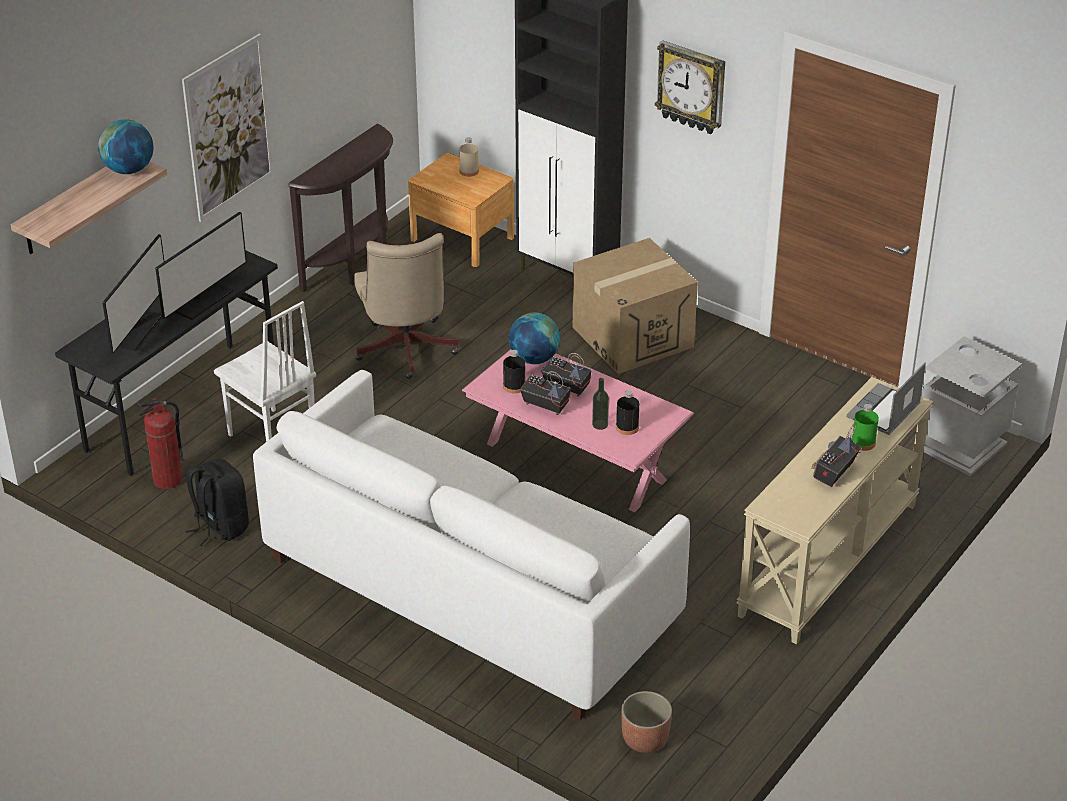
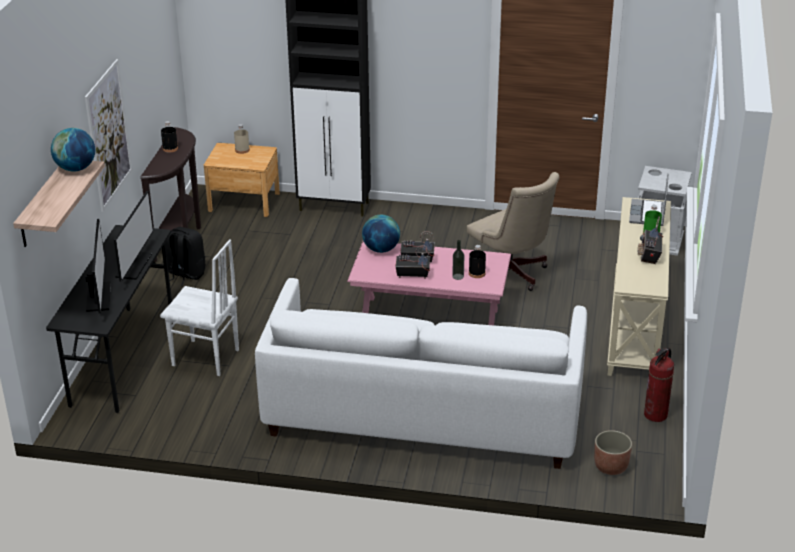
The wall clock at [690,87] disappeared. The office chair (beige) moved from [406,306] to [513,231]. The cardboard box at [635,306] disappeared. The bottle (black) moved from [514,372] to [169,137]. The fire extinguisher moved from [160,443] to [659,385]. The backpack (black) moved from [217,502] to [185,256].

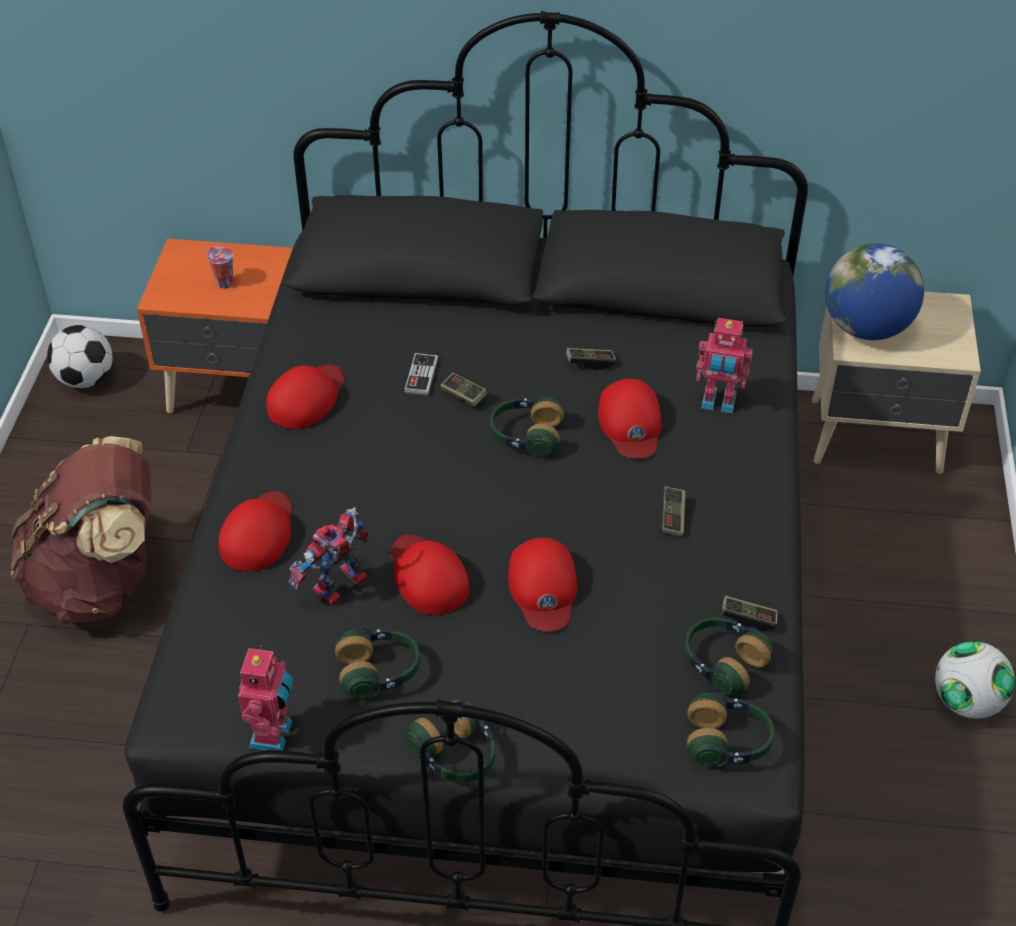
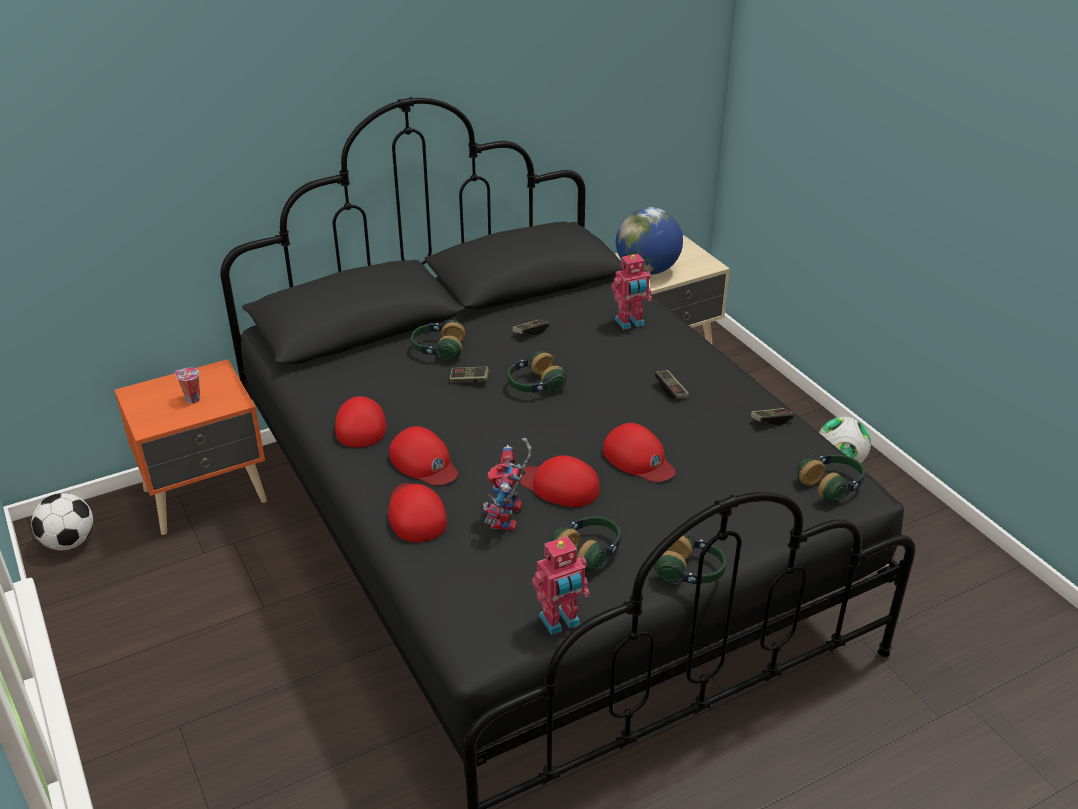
The game controller at [421,374] disappeared. The cap (red) moved from [630,419] to [423,456]. The backpack (brown) at [81,530] disappeared. The headphones moved from [729,656] to [438,339]. The toy robot at [265,697] turned 90 degrees clockwise.

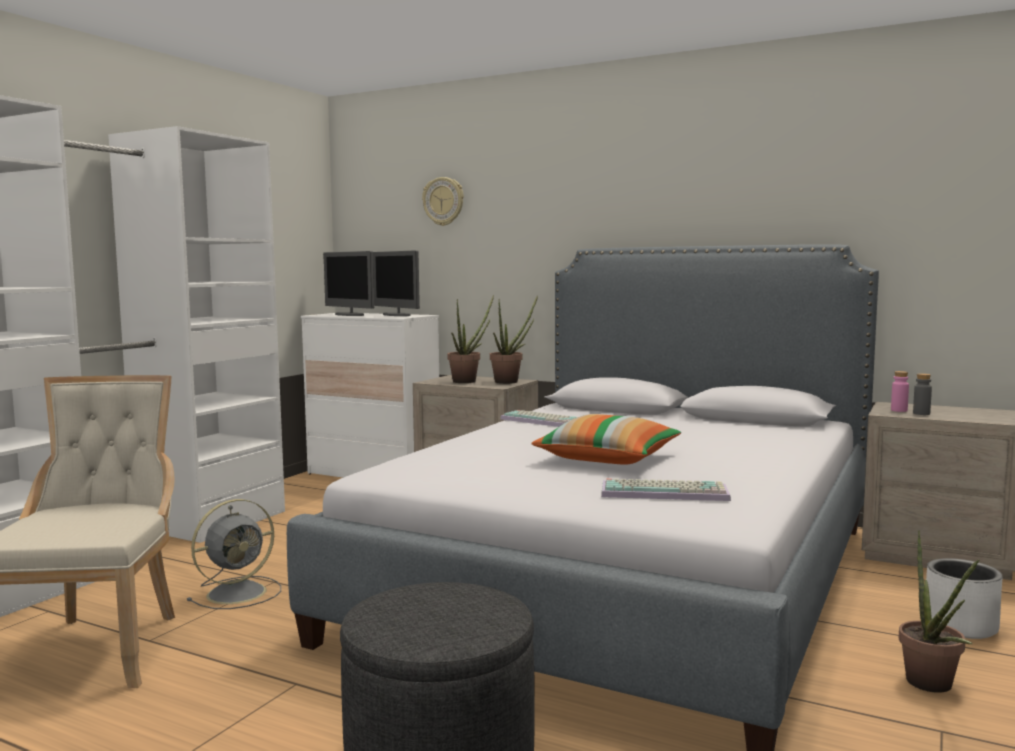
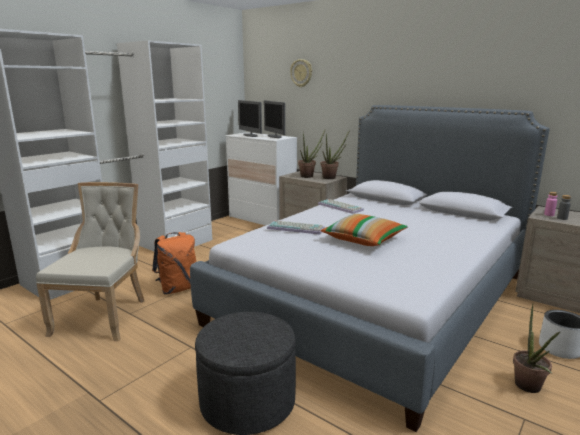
The keyboard moved from [666,489] to [296,227]. The fan (grey) at [234,554] was replaced by the backpack (orange) at [174,263].

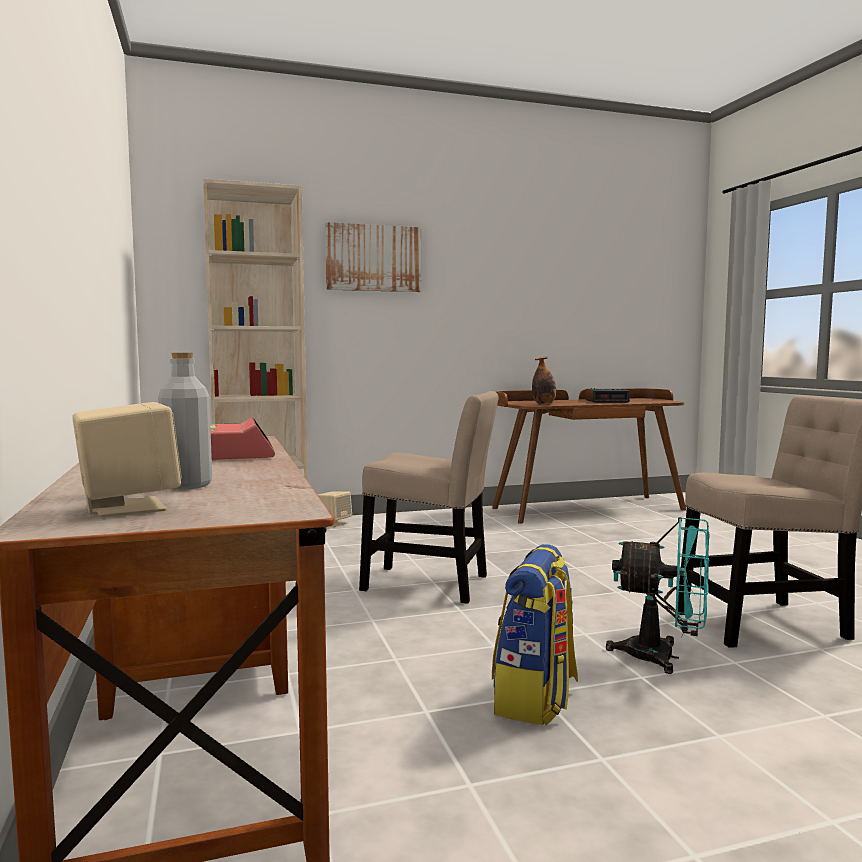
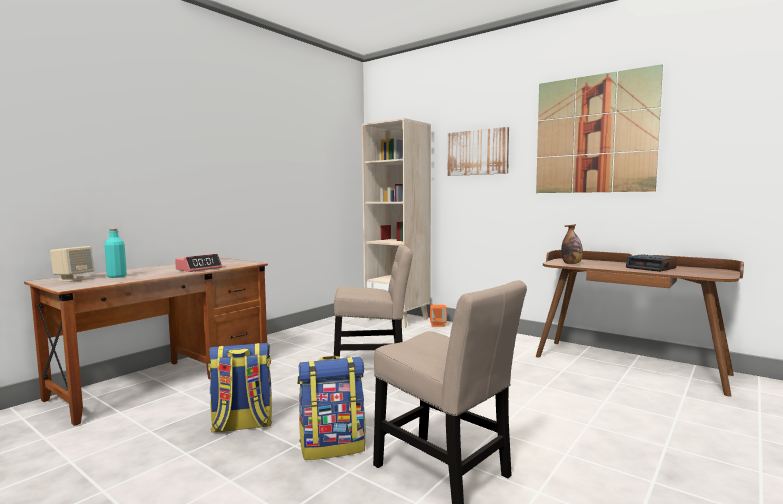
The bottle (grey) at [185,421] became the bottle (turquoise) at [115,253]. The chair (beige) at [429,497] turned 75 degrees counterclockwise. The speaker (beige) at [335,509] became the speaker (orange) at [438,316]. The fan (turquoise) at [658,595] was replaced by the backpack at [331,408]. The picture at [599,128] appeared.

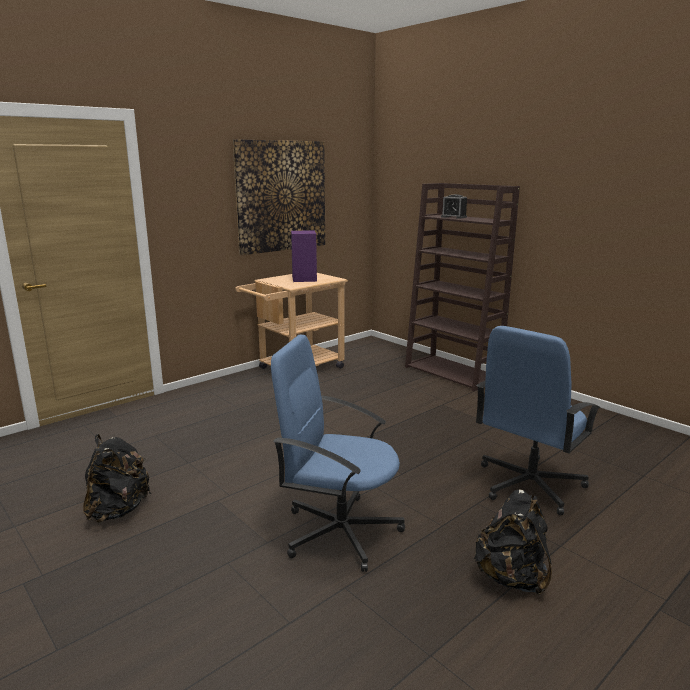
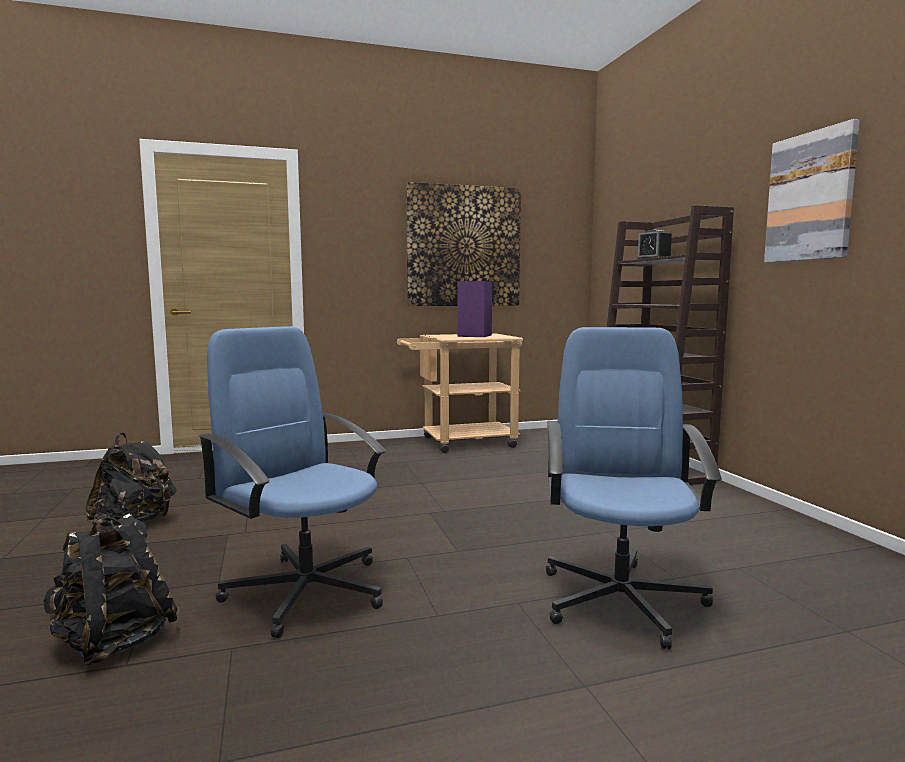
The office chair (blue) at [538,420] turned 120 degrees clockwise. The backpack (black) moved from [513,542] to [111,590]. The picture at [812,191] appeared.

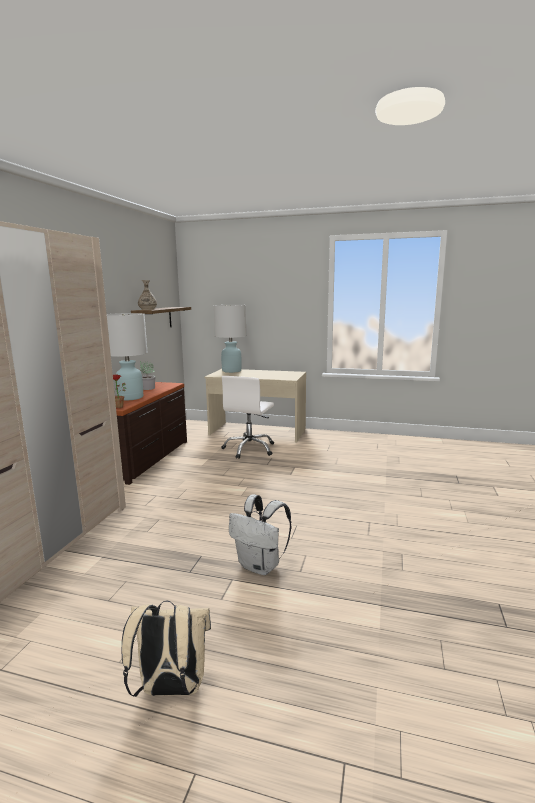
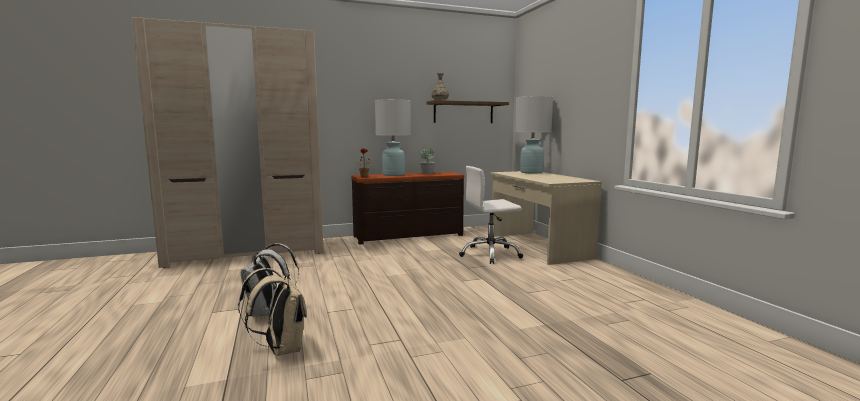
The backpack (beige) moved from [166,649] to [272,312].

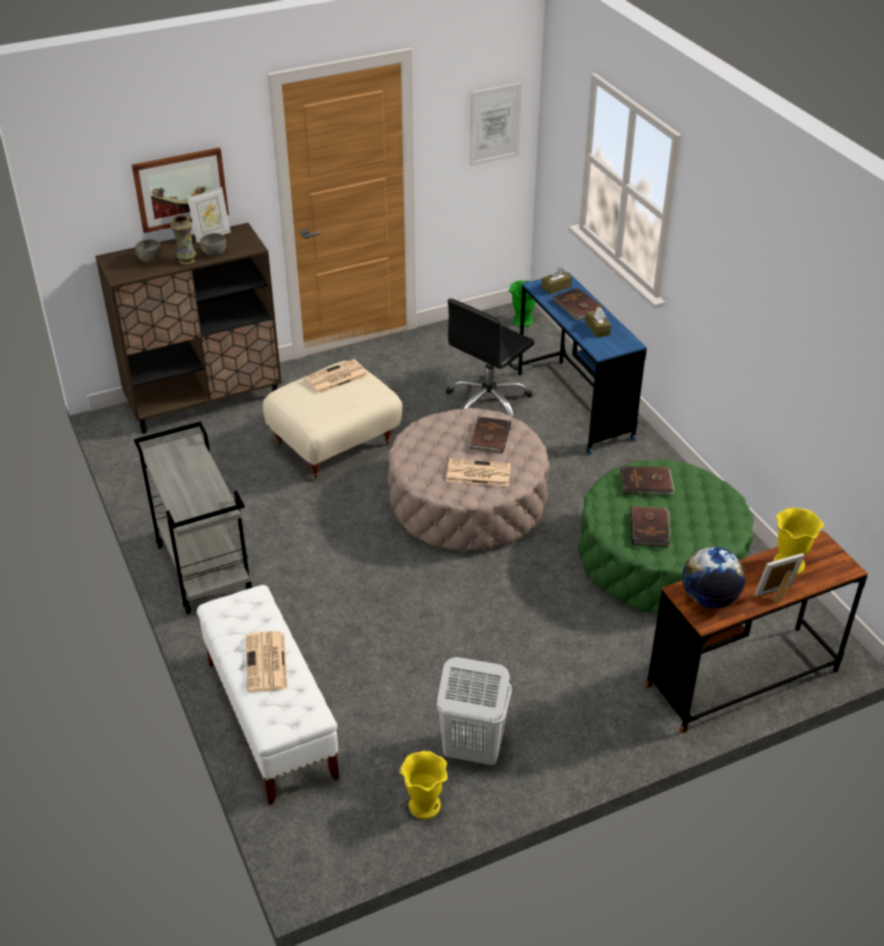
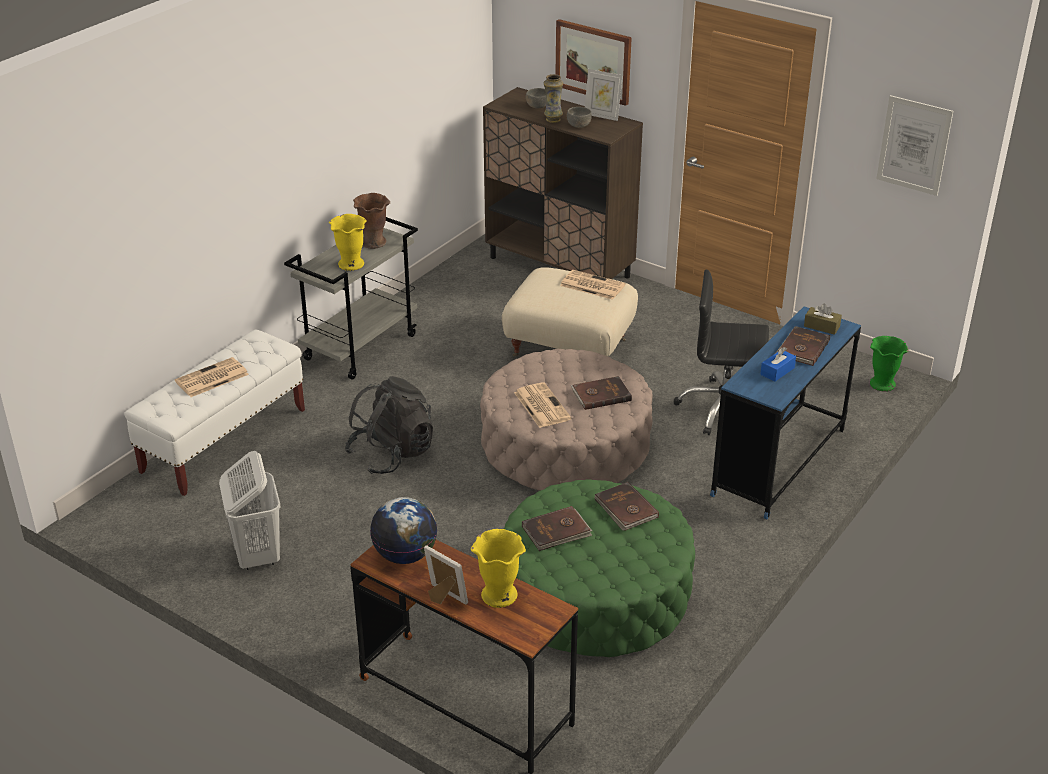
The tissue box (brown) at [598,322] became the tissue box (blue) at [778,364]. The vase (yellow) moved from [423,785] to [348,242]. The vase (brown) at [371,221] appeared. The backpack (black) at [389,425] appeared.

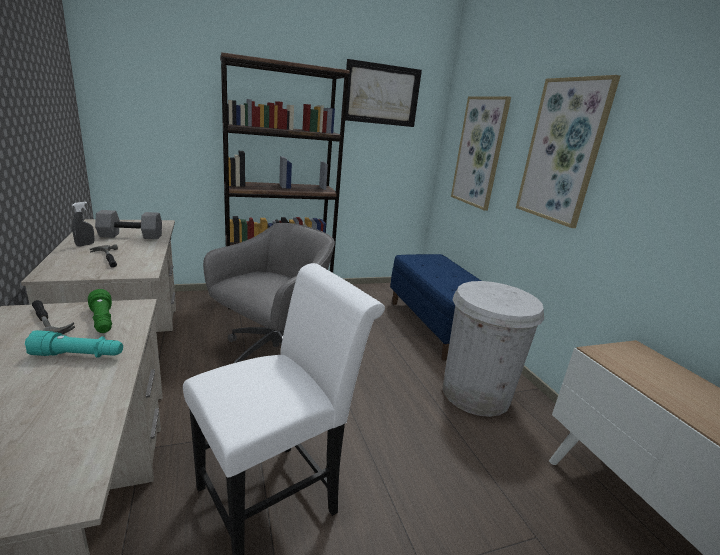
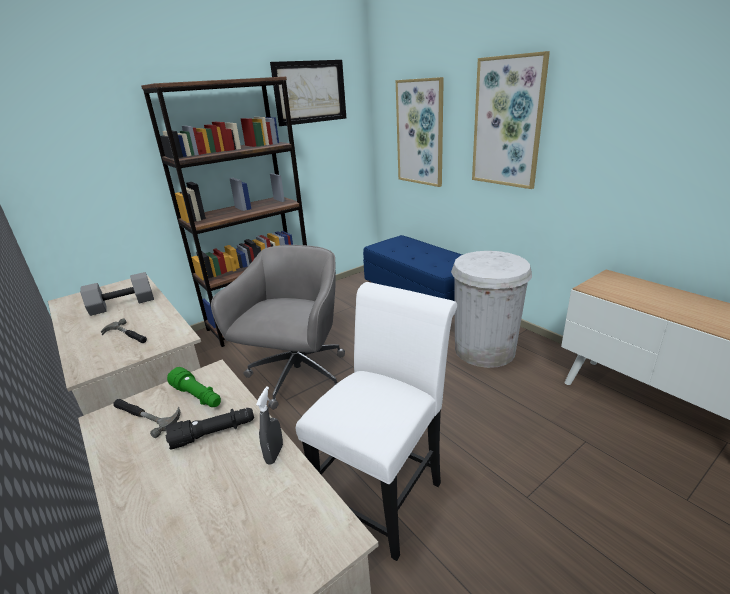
The spray bottle (grey) moved from [83,224] to [269,425]. The flashlight (turquoise) at [74,344] became the flashlight (black) at [209,429].

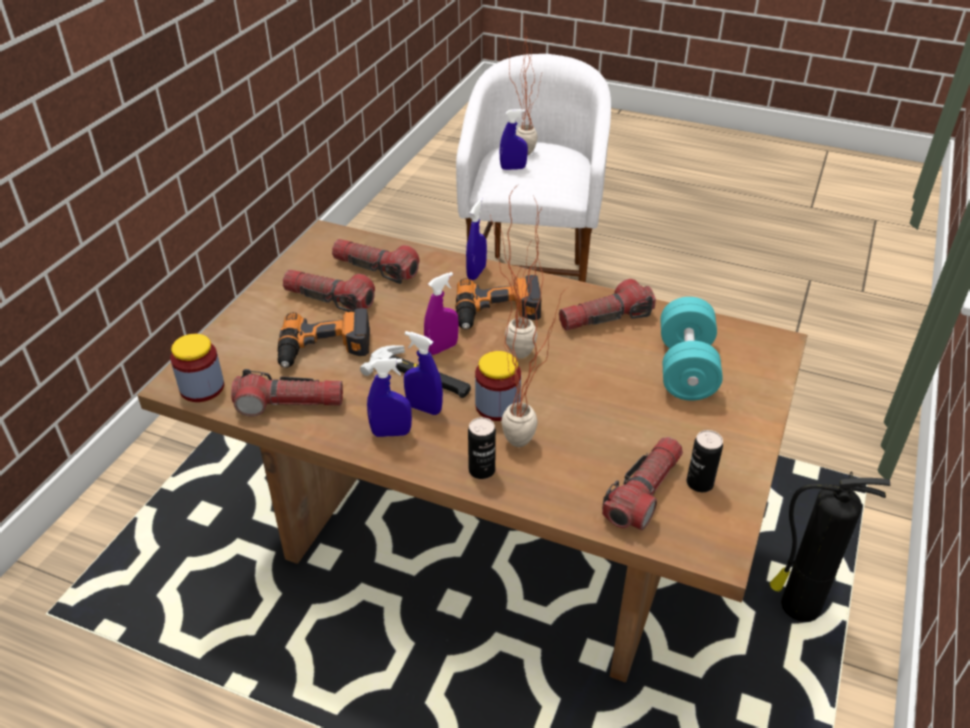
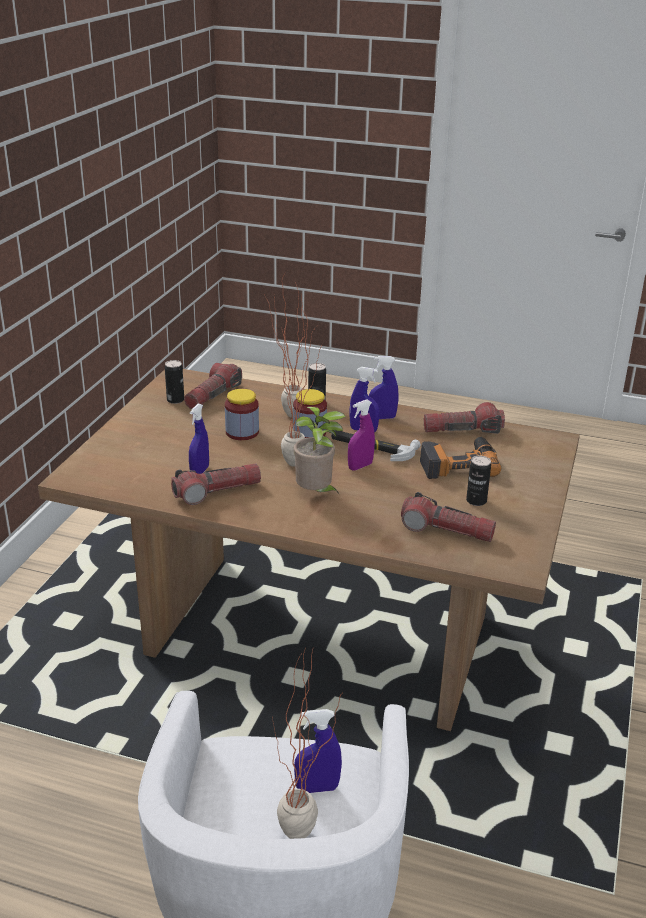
The spray bottle (blue) moved from [476,239] to [199,439]. The flashlight at [329,291] was replaced by the can at [478,481]. The power drill at [498,302] was replaced by the potted plant at [320,451]. The dumbbell (turquoise) at [691,349] disappeared. The jar moved from [197,368] to [242,414]. The fire extinguisher at [830,546] disappeared.

